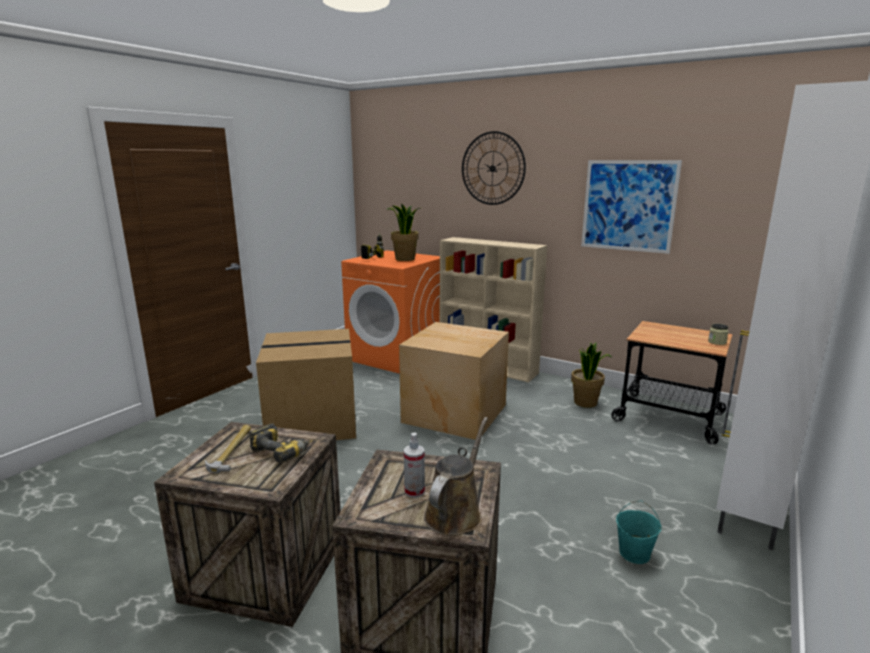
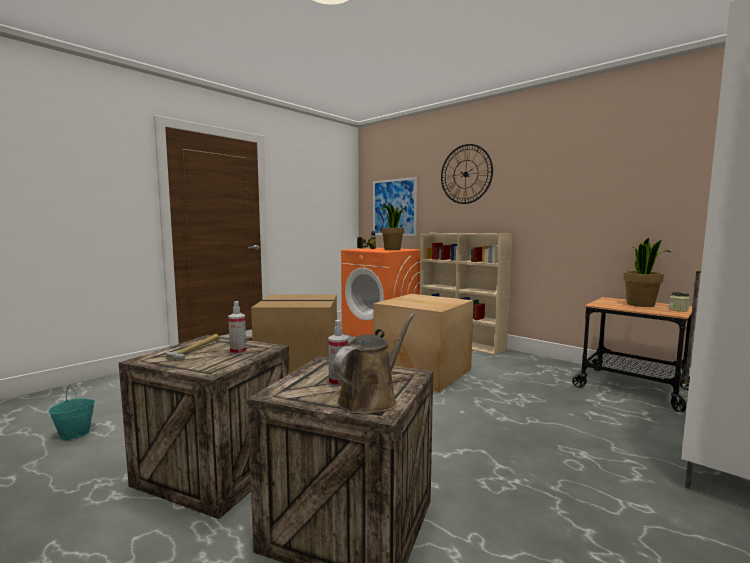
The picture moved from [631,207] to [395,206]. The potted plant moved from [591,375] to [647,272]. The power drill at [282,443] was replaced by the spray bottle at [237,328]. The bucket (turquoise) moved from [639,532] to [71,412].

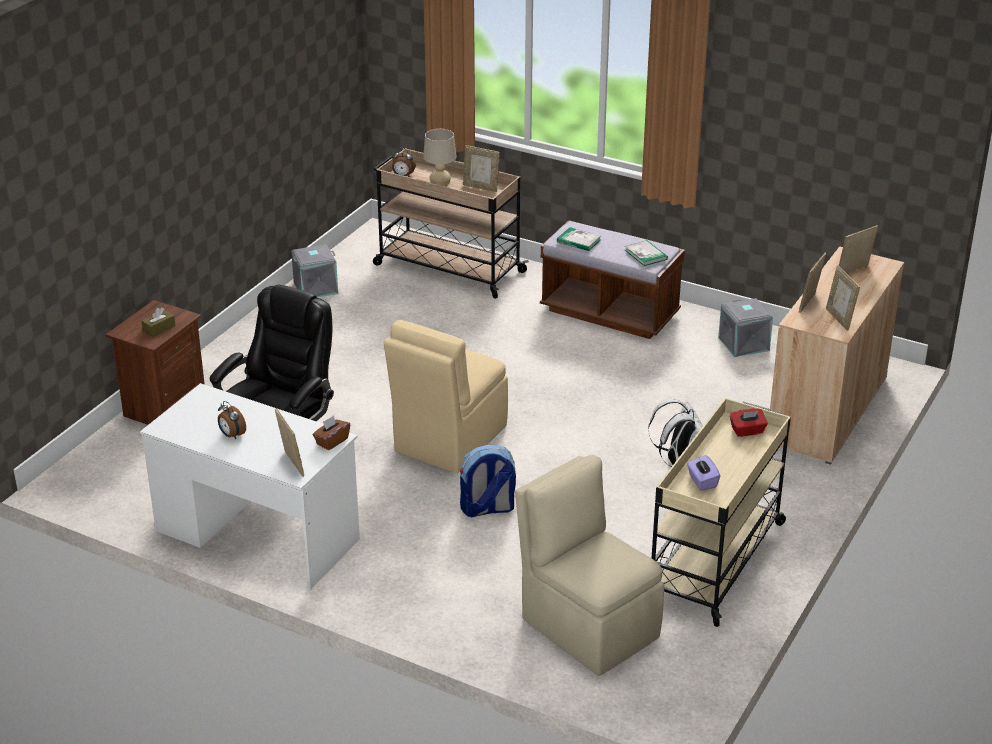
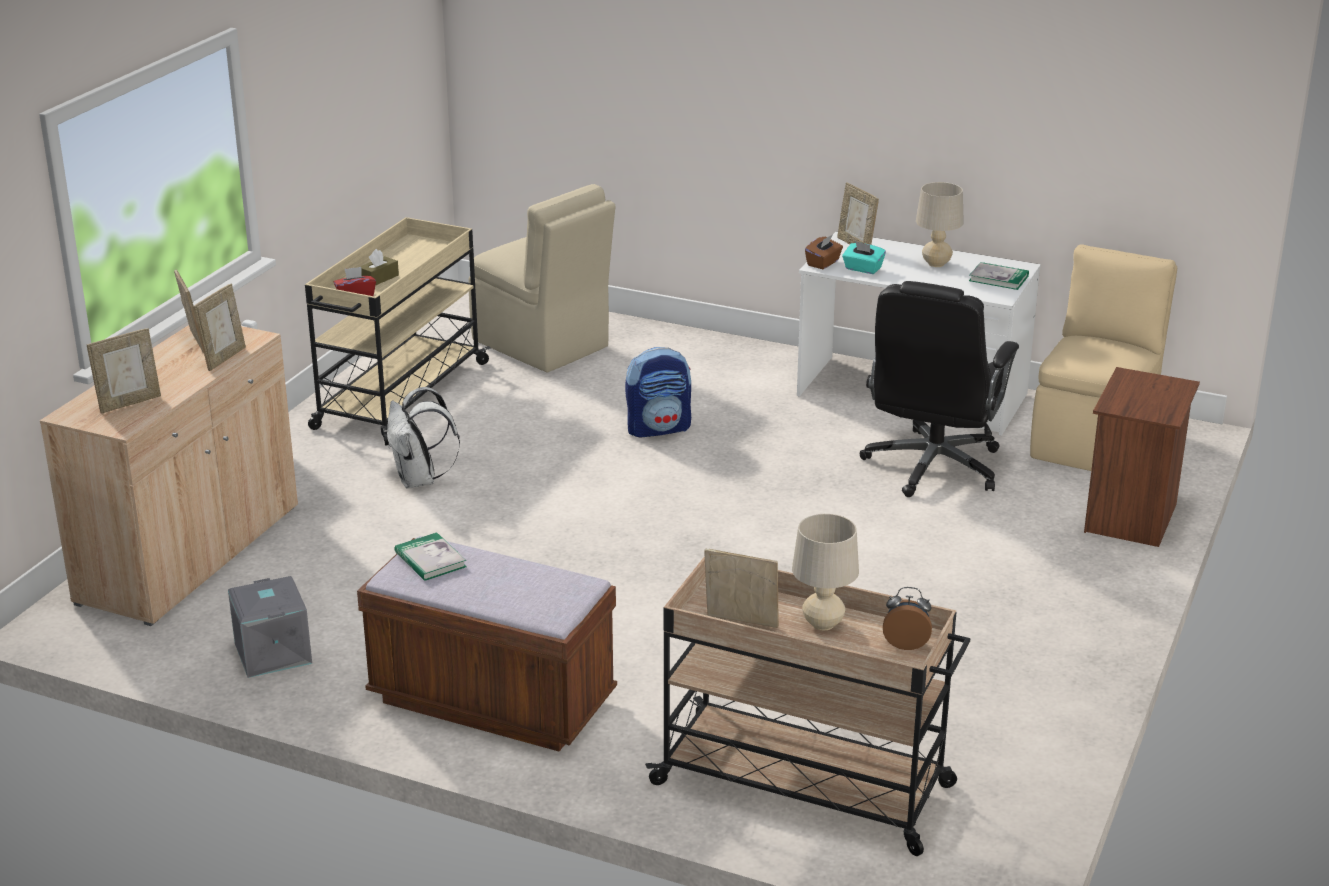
The book moved from [579,239] to [999,276]. The storage box (grey) at [314,271] disappeared. The tissue box (brown) moved from [158,322] to [379,267]. The chair (beige) moved from [446,396] to [1103,357]. The alarm clock at [232,420] was replaced by the table lamp (beige) at [940,224]. The tissue box (purple) at [703,473] disappeared. The tissue box (turquoise) at [864,257] appeared.

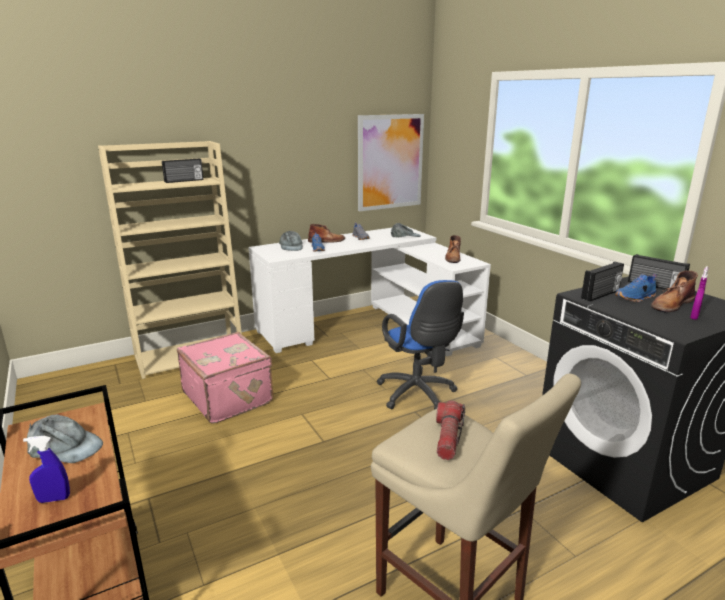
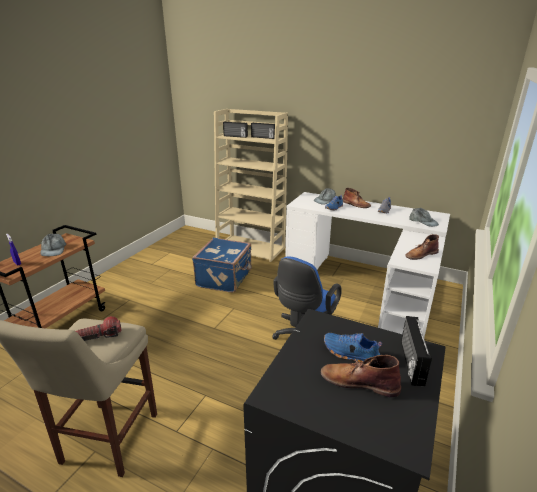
The picture at [391,162] disappeared. The radio moved from [602,282] to [235,130]. The spray bottle (purple) at [699,293] disappeared. The suitcase (pink) at [225,378] became the suitcase (blue) at [222,265].

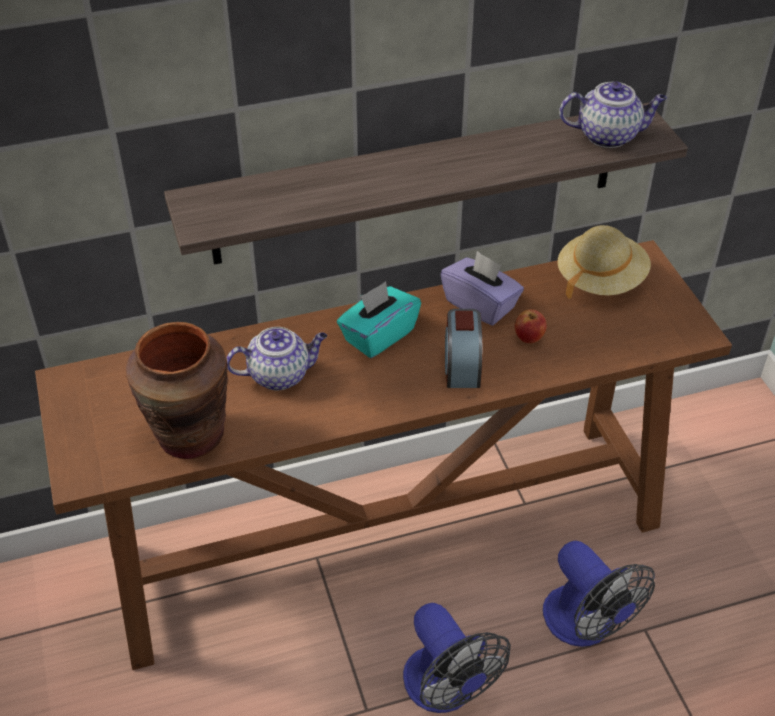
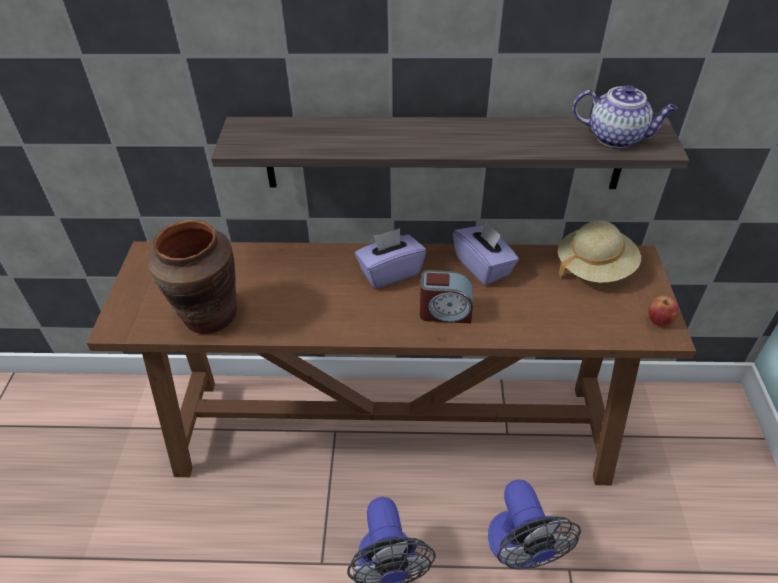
The tissue box (turquoise) at [379,319] became the tissue box (purple) at [390,258]. The alarm clock at [464,348] turned 105 degrees counterclockwise. The apple moved from [531,326] to [663,311]. The teapot at [277,359] disappeared.

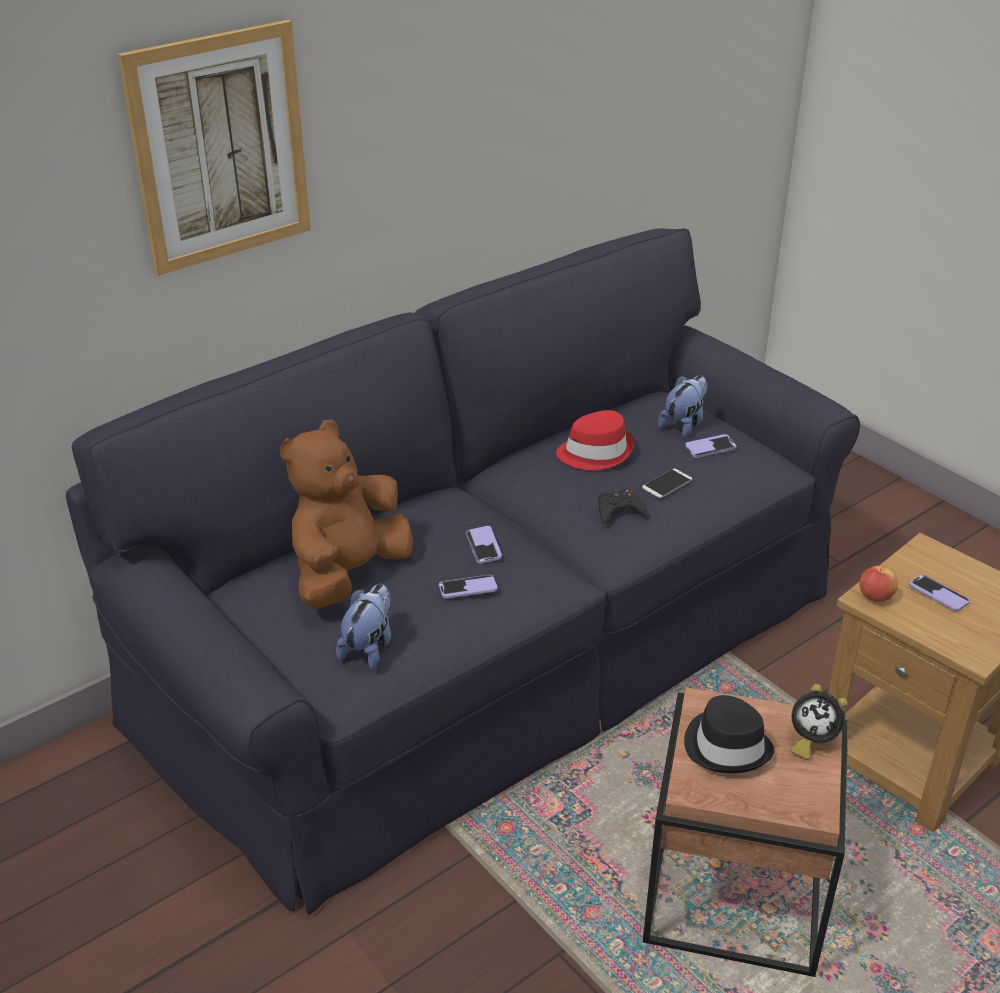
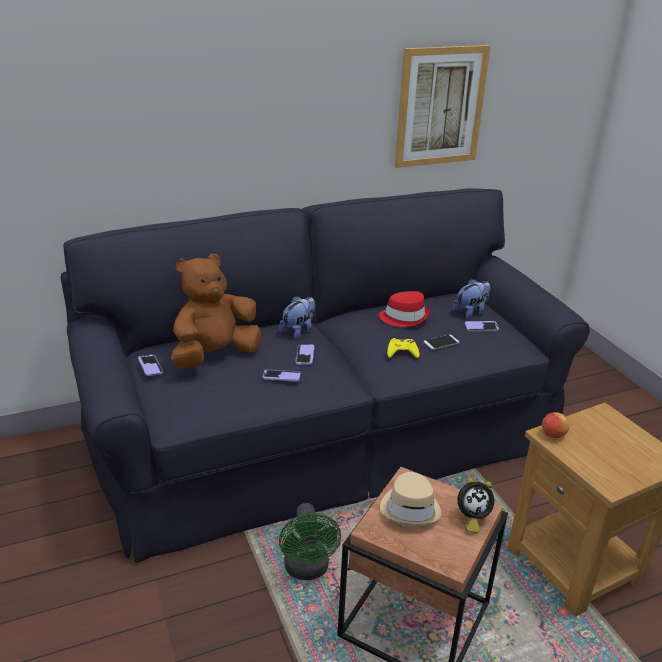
The picture moved from [214,148] to [443,106]. The game controller (black) at [622,506] became the game controller (yellow) at [403,348]. The phone moved from [939,593] to [150,365]. The plush toy moved from [363,626] to [297,318]. The alarm clock at [819,721] turned 45 degrees counterclockwise. The hat (black) at [729,734] became the hat (beige) at [411,499]. The fan (green) at [310,541] appeared.

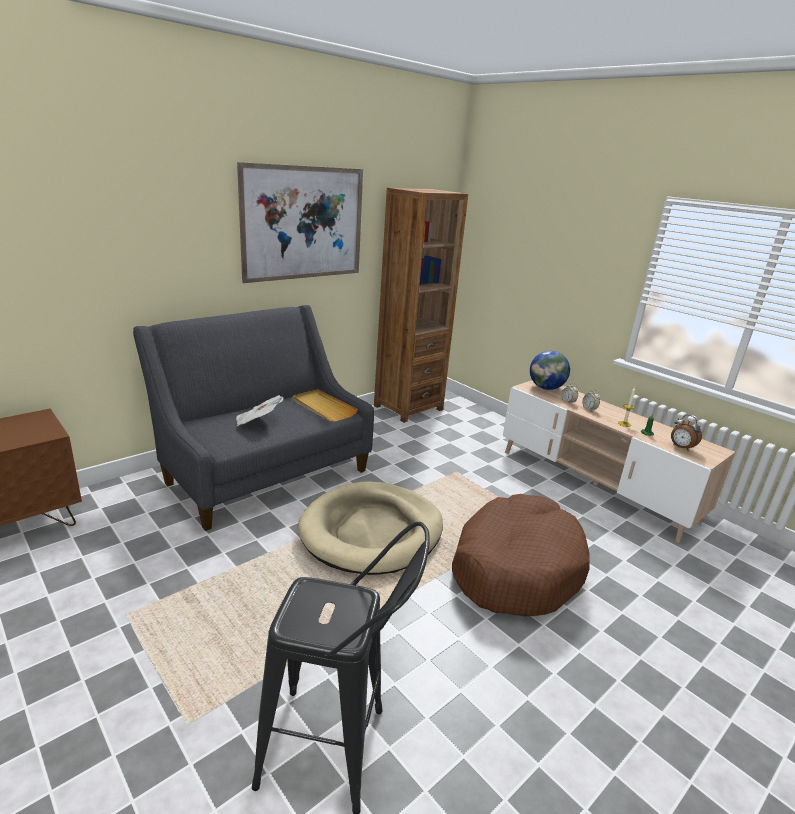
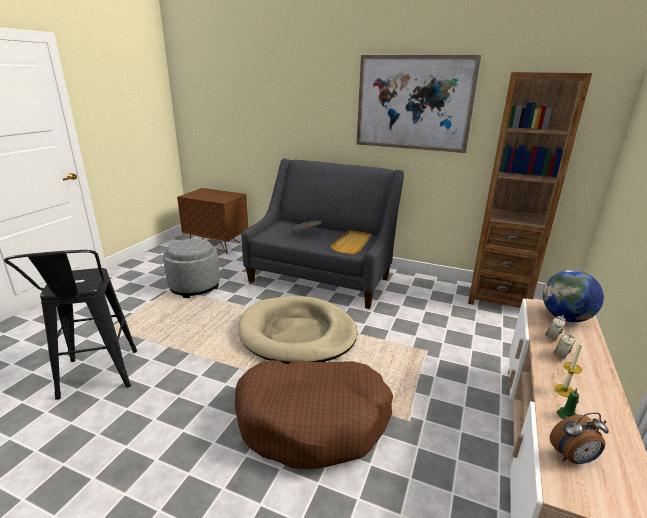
The alarm clock at [686,432] turned 120 degrees counterclockwise. The ottoman (grey) at [191,268] appeared.

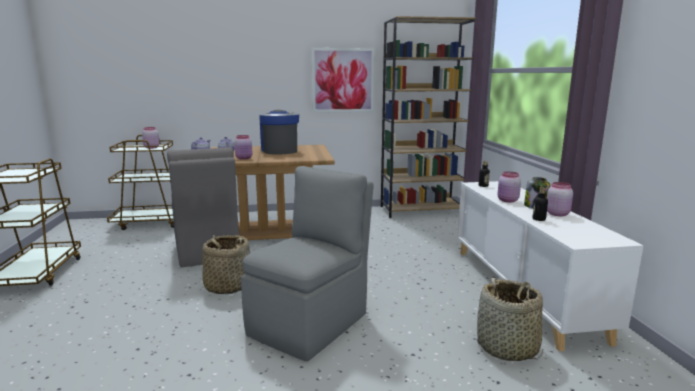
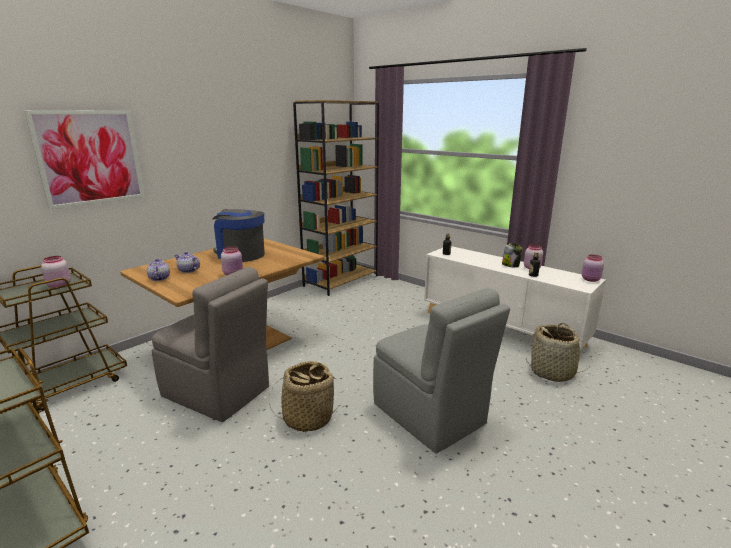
The picture moved from [343,80] to [84,160]. The chair (grey) at [307,263] turned 150 degrees clockwise. The jar (pink) moved from [509,187] to [593,268].

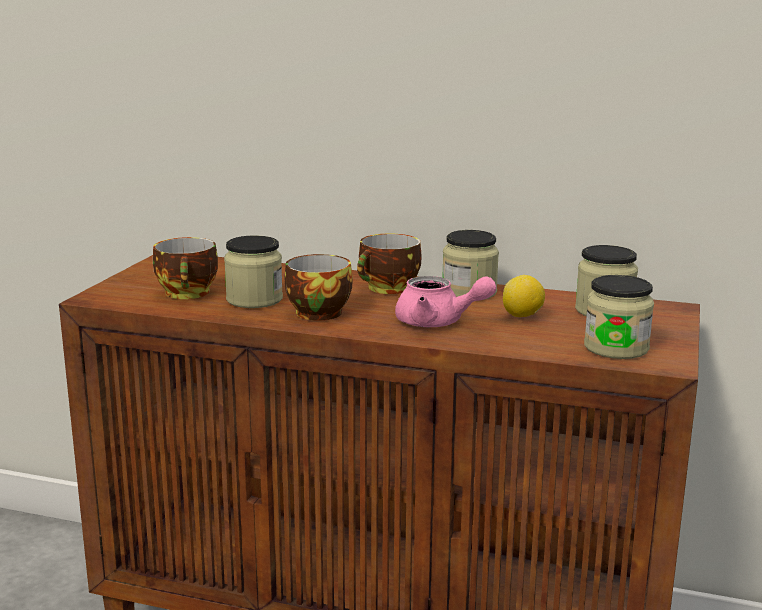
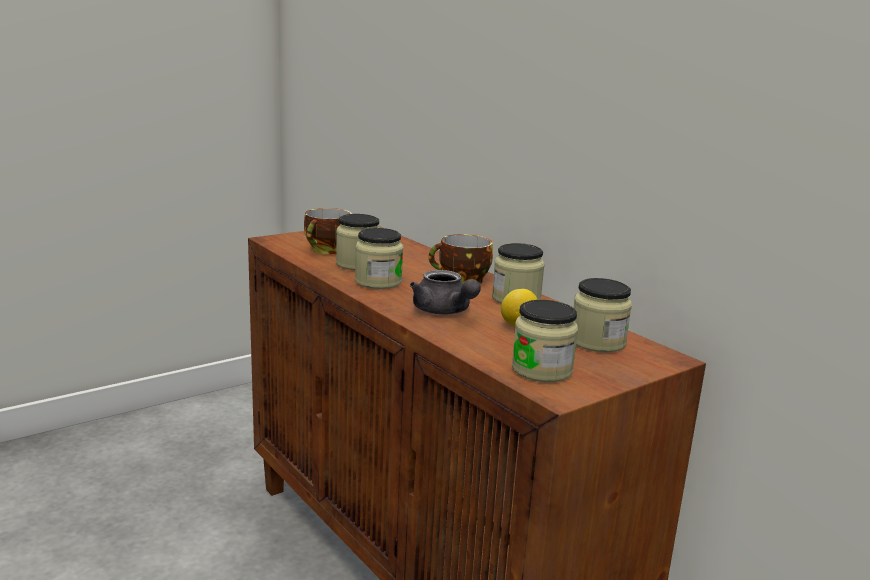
The cup at [319,287] was replaced by the jar at [379,258]. The teapot (pink) at [445,301] became the teapot (grey) at [445,292].

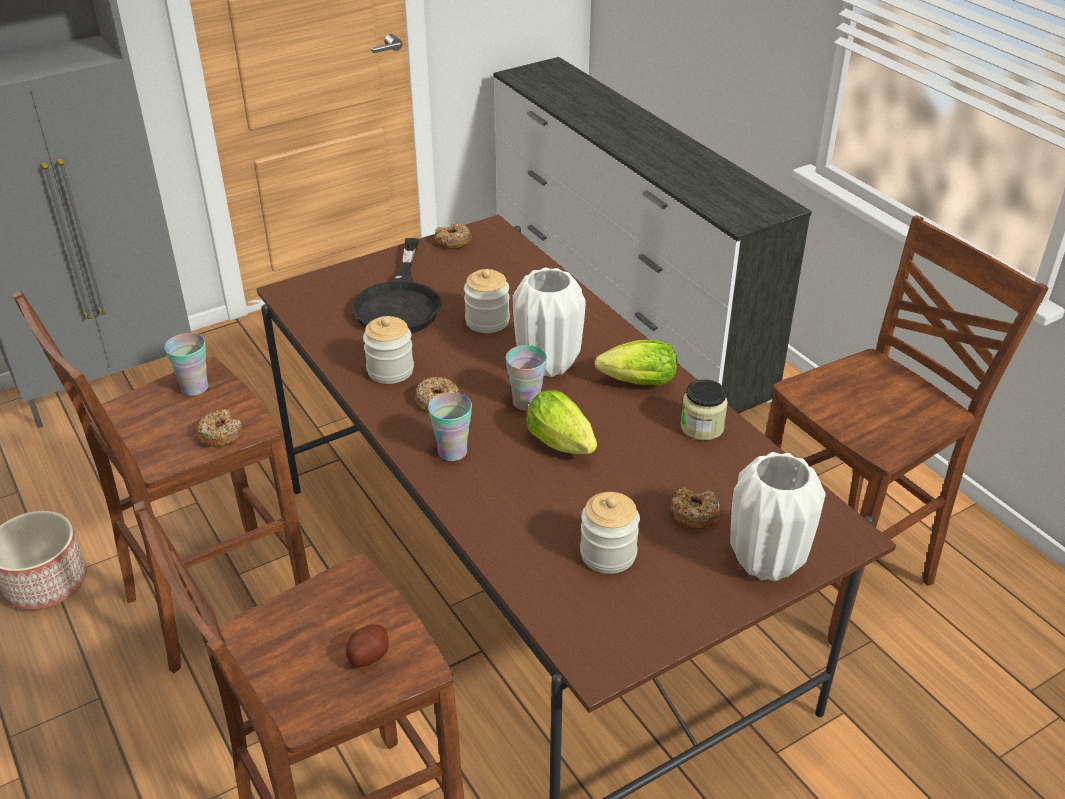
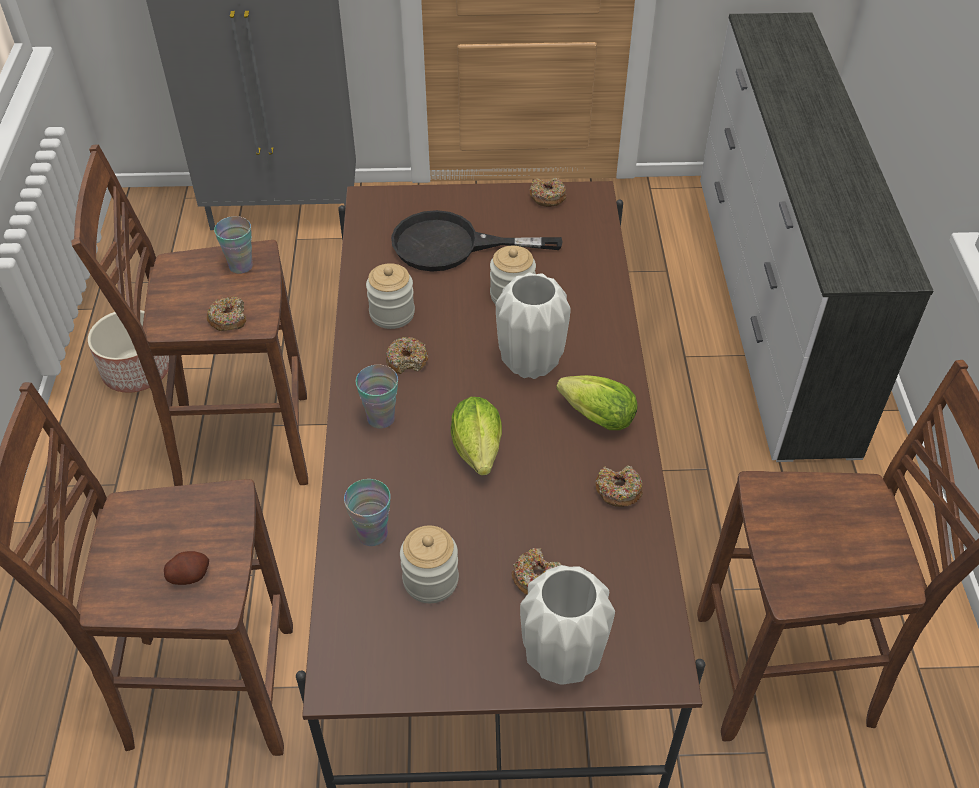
The frying pan (black) at [396,285] turned 60 degrees clockwise. The cup moved from [526,378] to [367,512]. The jar at [704,410] was replaced by the donut at [619,486].

